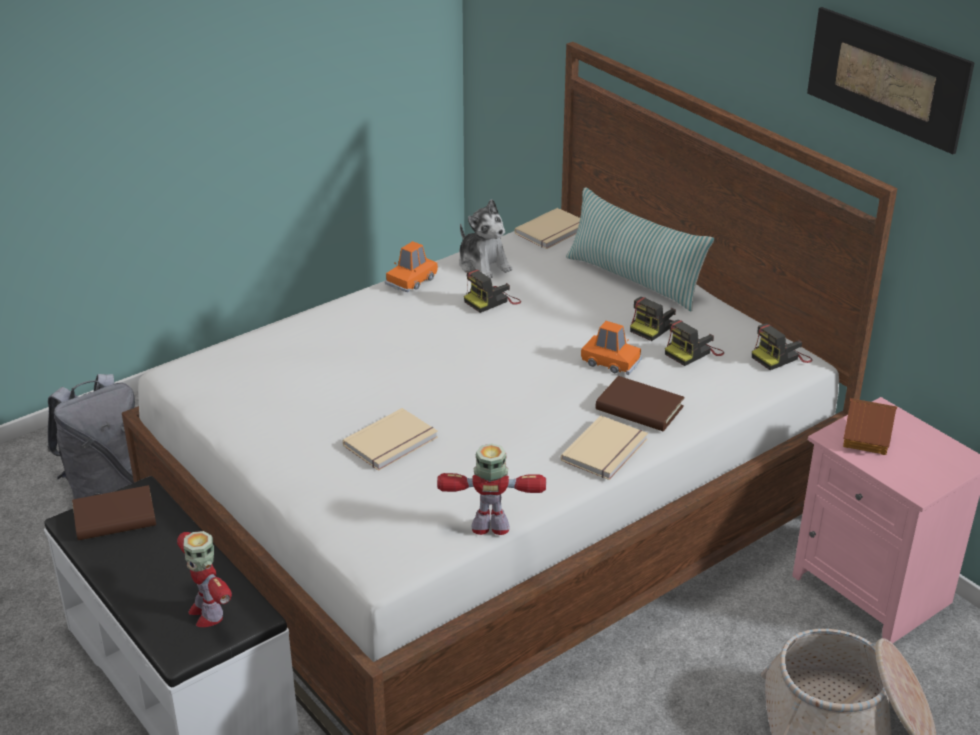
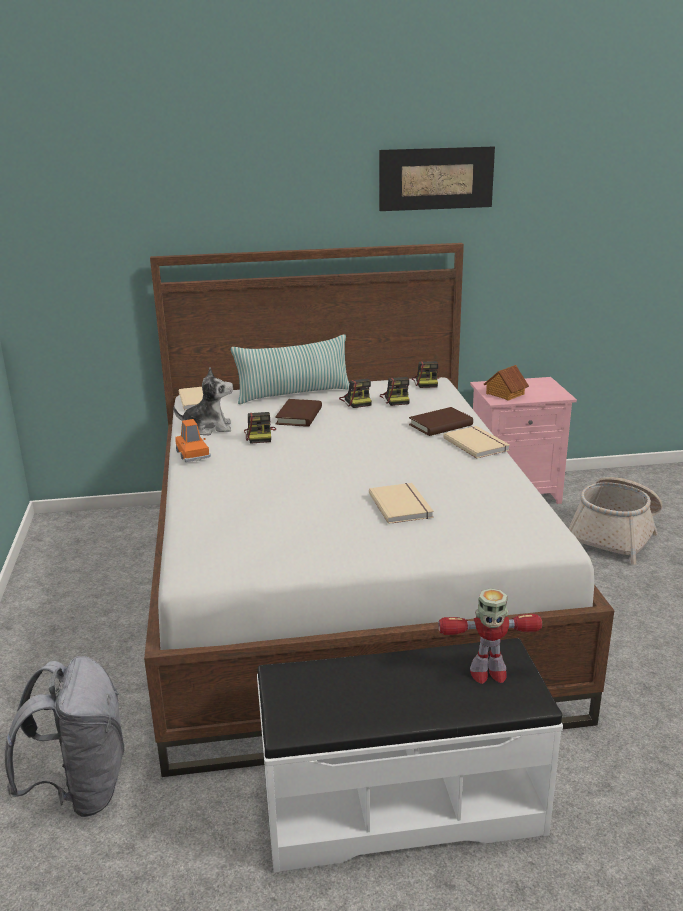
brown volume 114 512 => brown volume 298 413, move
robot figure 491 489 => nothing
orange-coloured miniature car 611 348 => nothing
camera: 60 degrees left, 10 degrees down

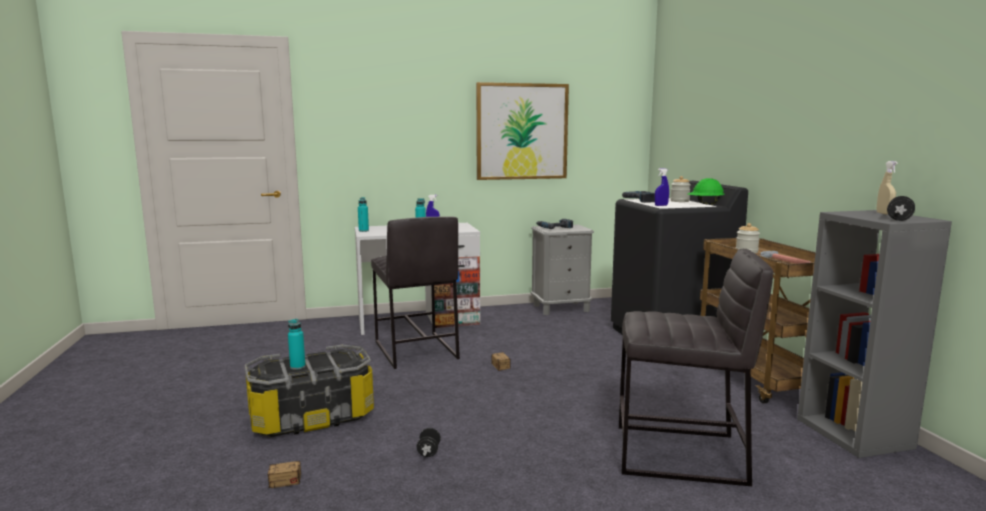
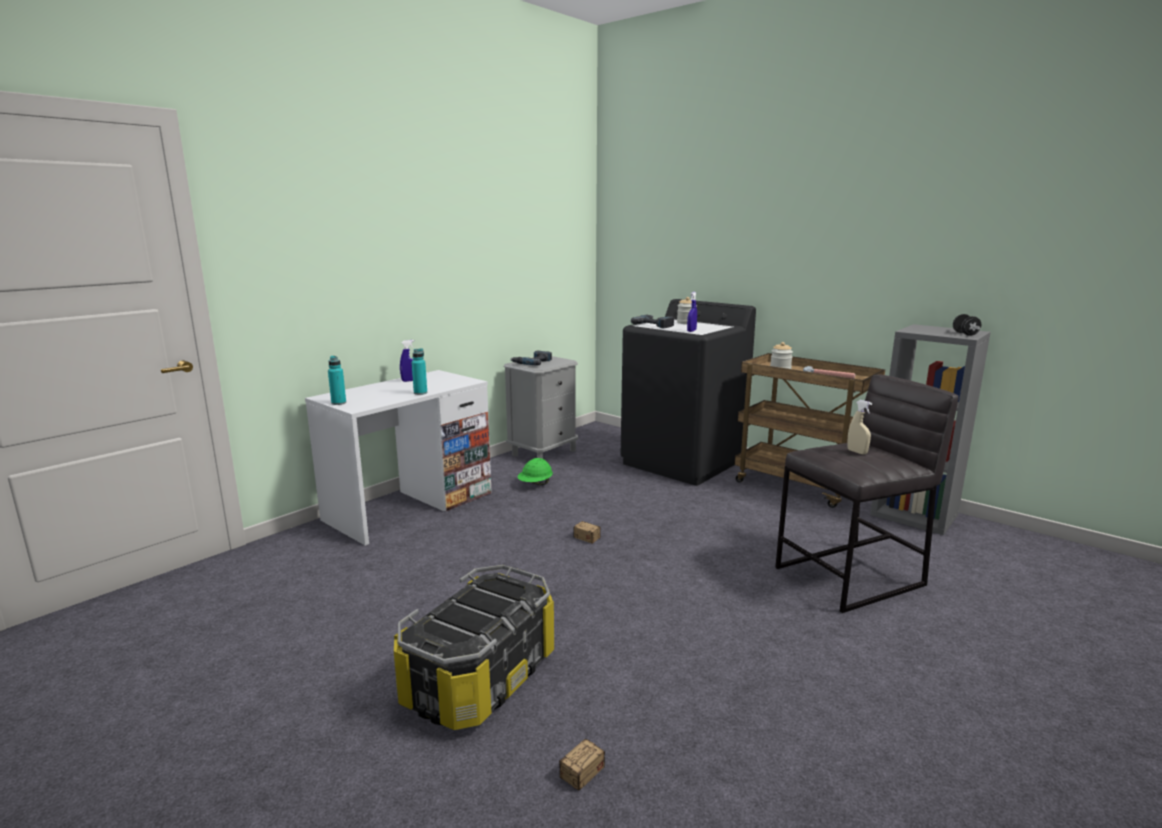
turquoise-coloured drink bottle 297 344 => nothing
grey stool seat 415 292 => nothing
black-coloured dumbbell 428 442 => nothing
wall art 522 131 => nothing
green work helmet 706 191 => green work helmet 535 471, move
beige-coloured hand sprayer 887 188 => beige-coloured hand sprayer 859 427, move
camera: 35 degrees left, 5 degrees up

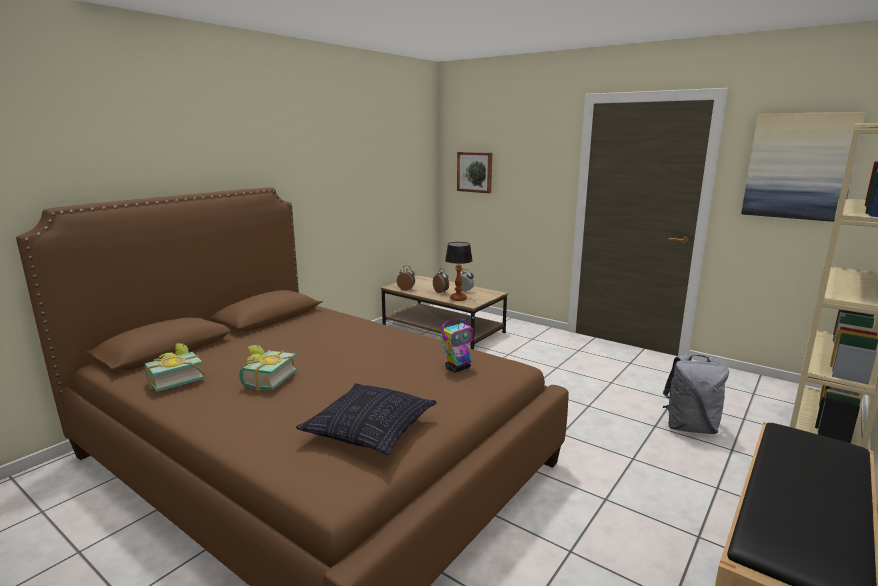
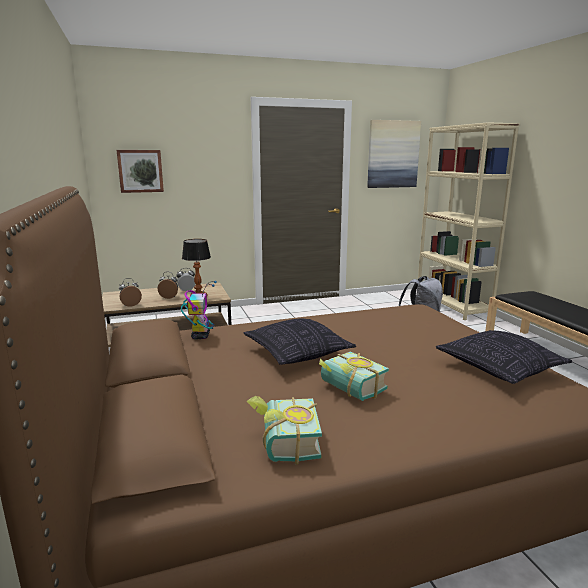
robot figure 457 344 => robot figure 199 310, move
nothing => pillow 300 342
camera: 55 degrees left, 0 degrees up

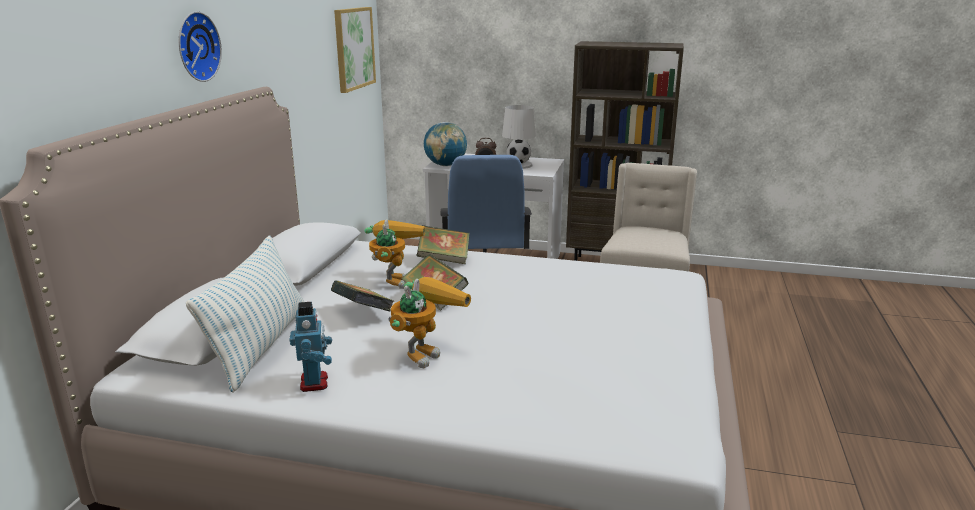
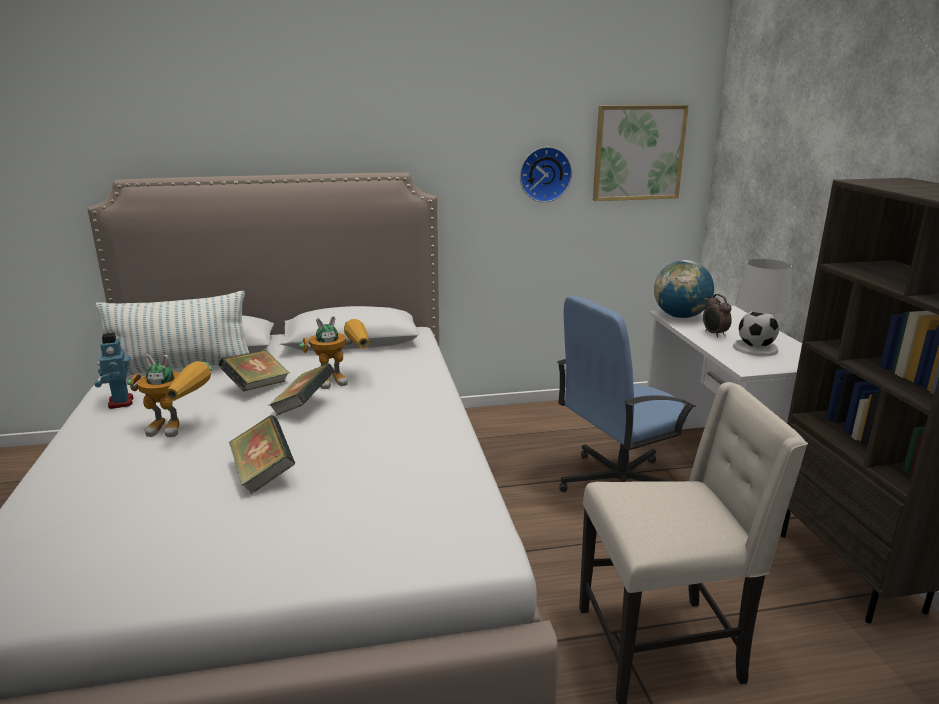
hanging clock 200 46 => hanging clock 546 174, move
robot figure 310 347 => robot figure 114 371, 105 degrees clockwise
volume 443 244 => volume 262 454, move
camera: 65 degrees right, 0 degrees up

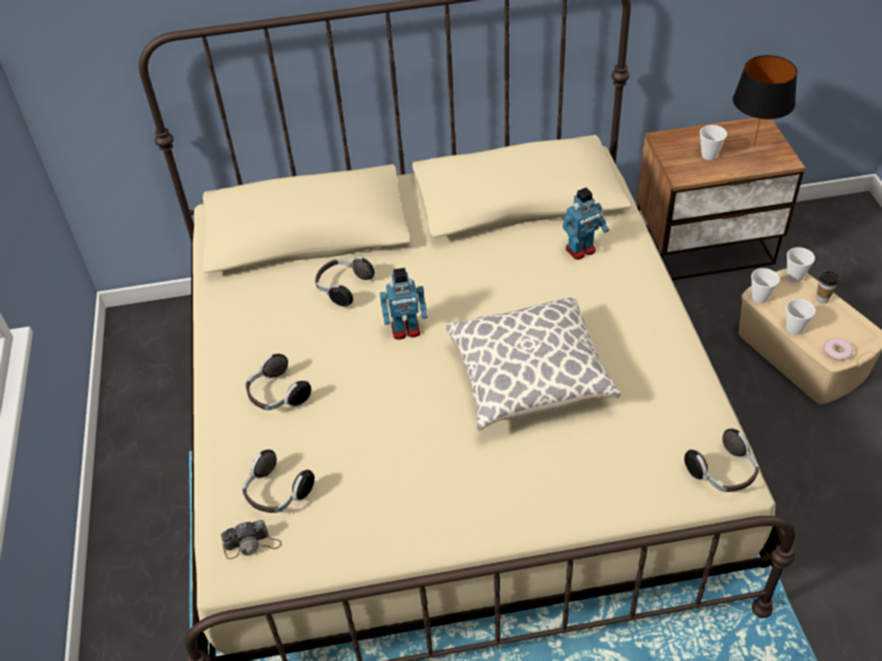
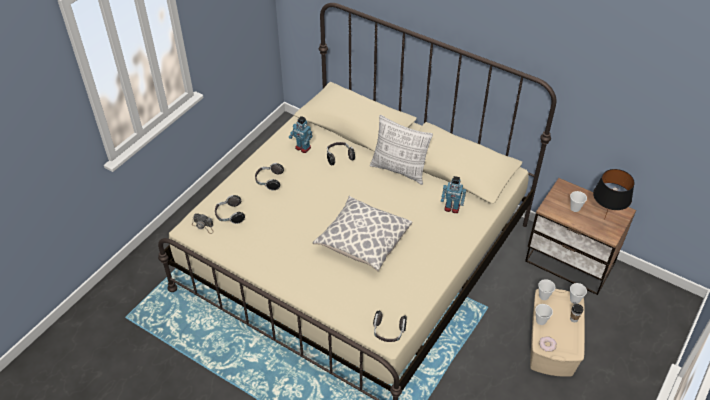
robot figure 404 304 => robot figure 300 134, move
nothing => pillow 401 150
camera: 40 degrees right, 0 degrees up

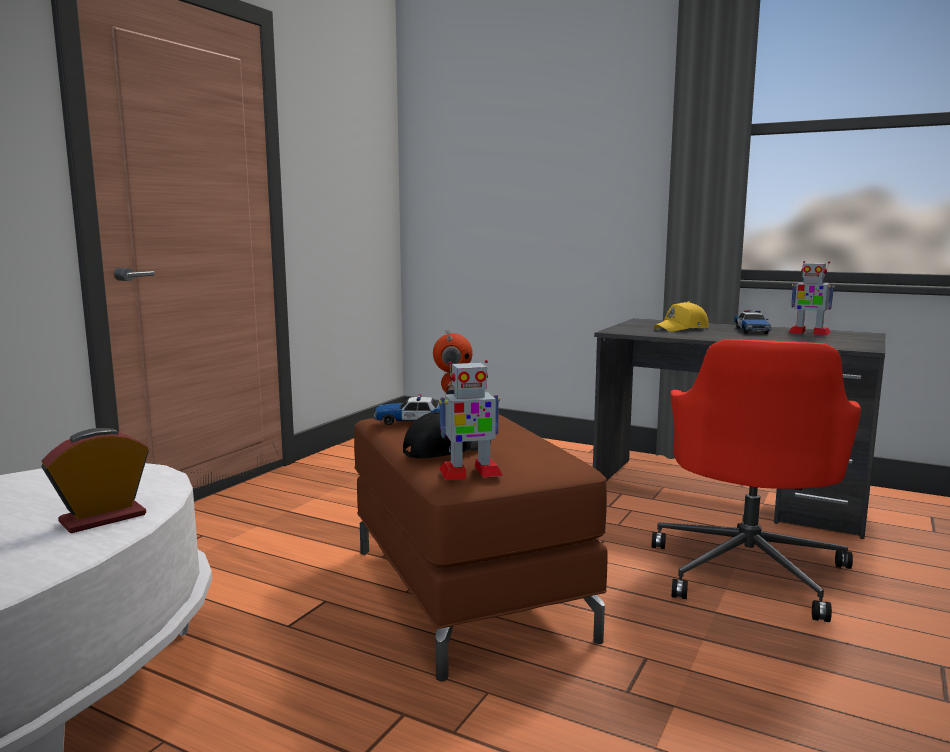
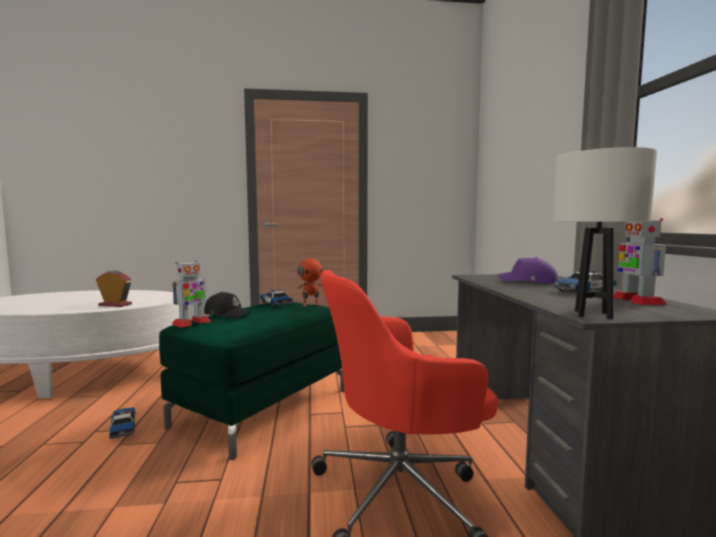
brown ottoman 481 547 => green ottoman 251 381
robot figure 471 420 => robot figure 191 294, 90 degrees counterclockwise
yellow-coloured cap 681 316 => purplish cap 528 270
nothing => miniature car 122 423
nothing => whitish tabletop lamp 605 233
camera: 55 degrees right, 5 degrees down

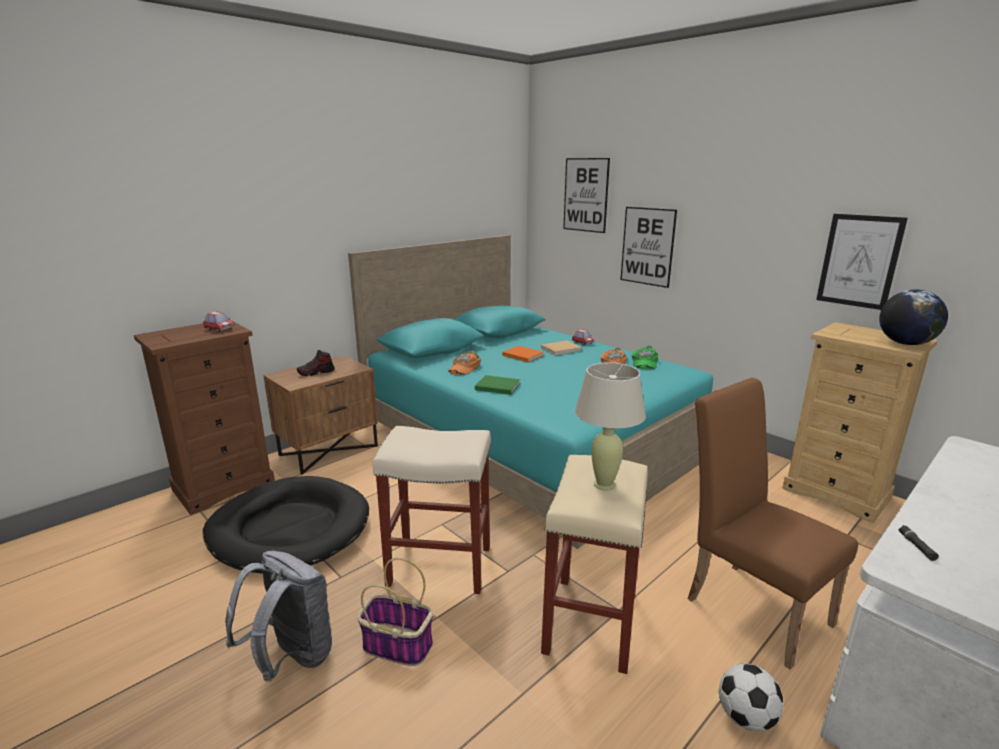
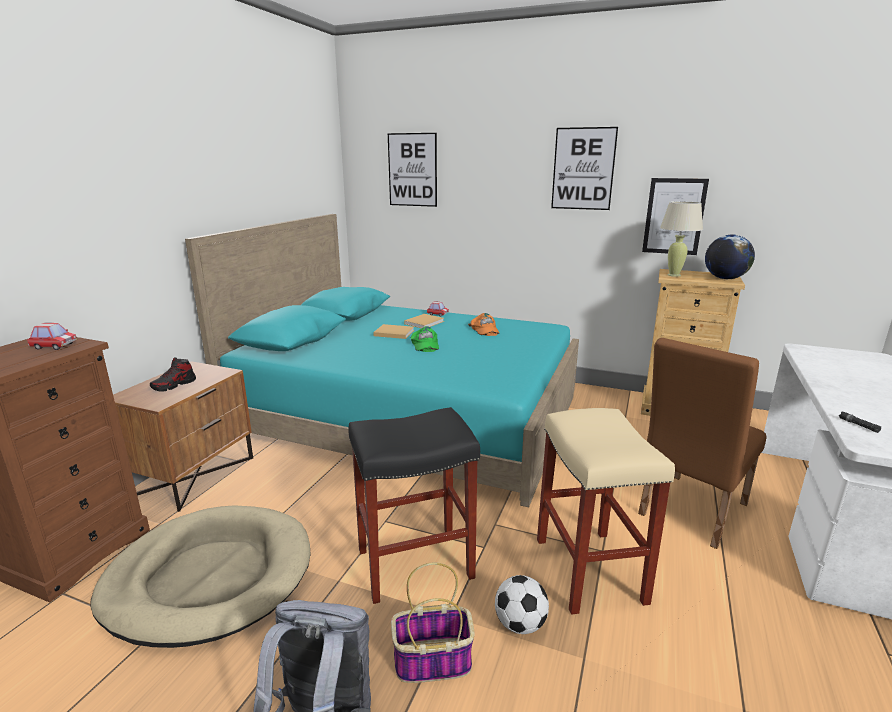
black-coloured dog bed 286 525 => beige-coloured dog bed 201 576
beige-coloured stool seat 432 510 => black-coloured stool seat 414 505
orange-coloured cap 464 363 => nothing
green volume 497 385 => nothing
orange-coloured volume 523 354 => beige-coloured volume 393 331
beige-coloured tabletop lamp 610 426 => beige-coloured tabletop lamp 681 239, move
wall art 648 247 => wall art 584 168, move
green cap 645 357 => green cap 424 339, move
brown plain chair 773 523 => brown plain chair 702 443, 75 degrees counterclockwise
ball for football 751 697 => ball for football 522 604, move
camera: 25 degrees left, 0 degrees up

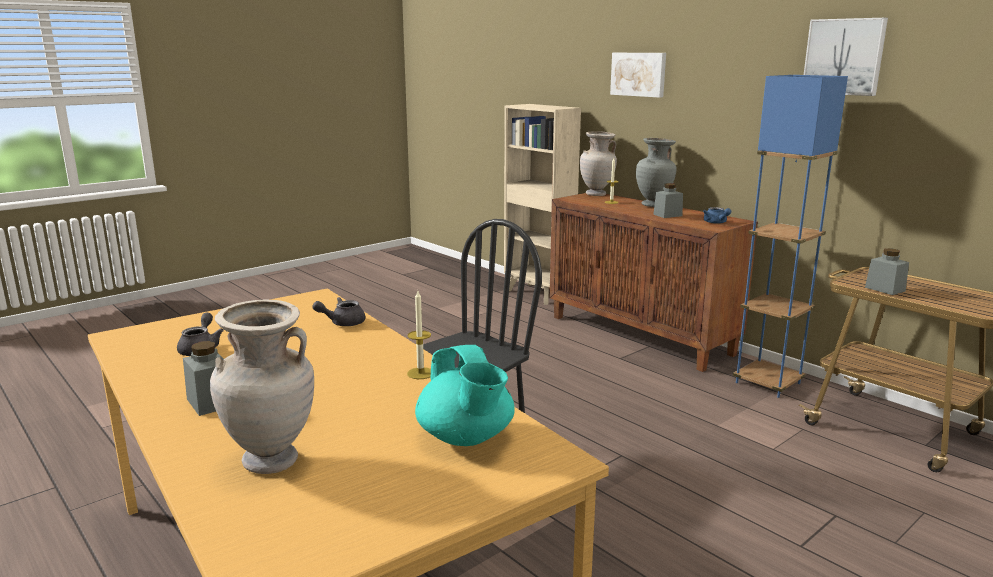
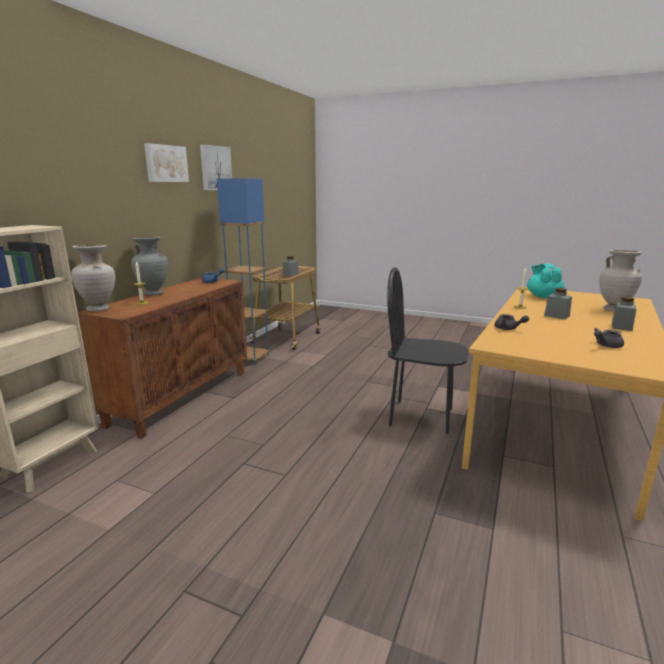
turquoise-coloured pot for tea 465 395 => turquoise-coloured pot for tea 545 280, 45 degrees counterclockwise
wall art 638 75 => wall art 166 162, move
grey jar 668 200 => grey jar 558 304, move
camera: 115 degrees left, 0 degrees up

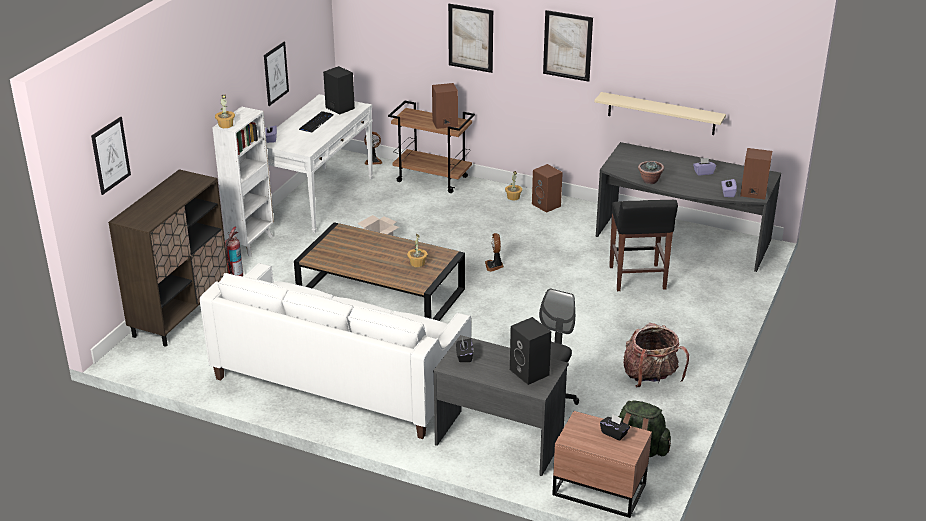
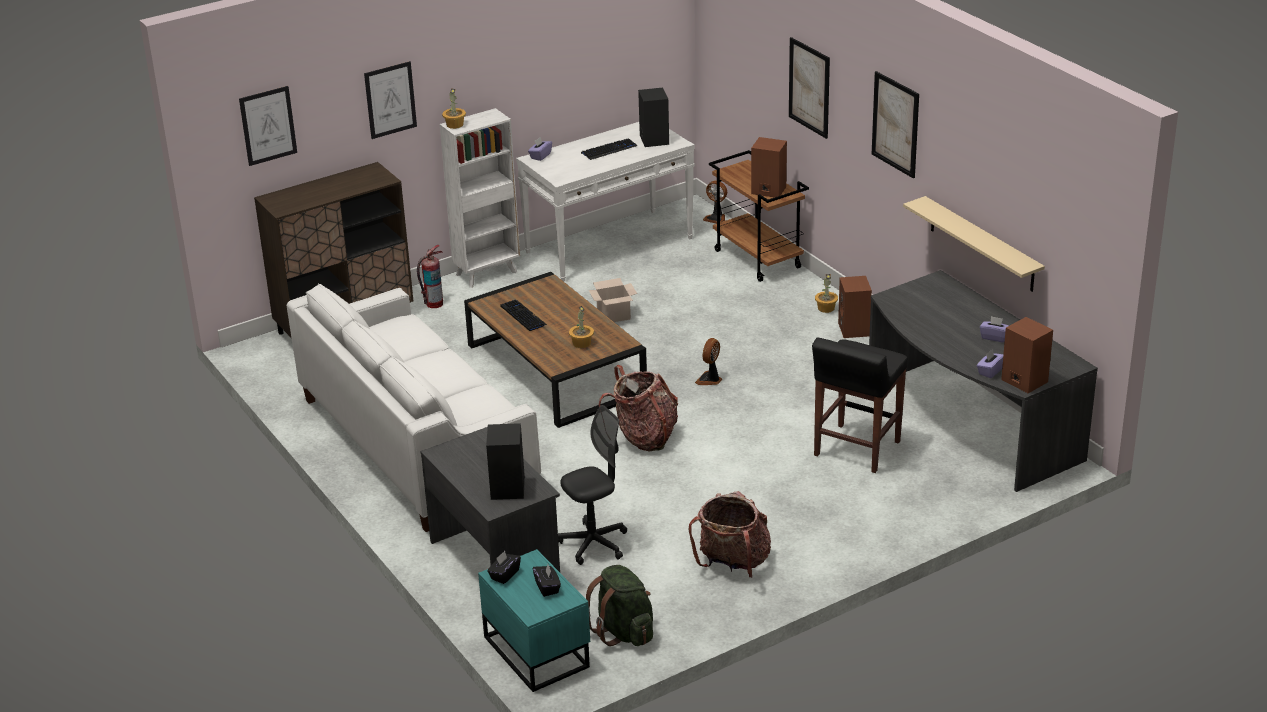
wall art 276 73 => wall art 390 100, move
black-coloured tissue holder 464 350 => black-coloured tissue holder 504 567, move
brown night table 602 464 => turquoise-coloured night table 534 620
plant in a pot 651 172 => nothing
nothing => keyboard 523 315
nothing => rucksack 638 408
camera: 35 degrees right, 0 degrees up

